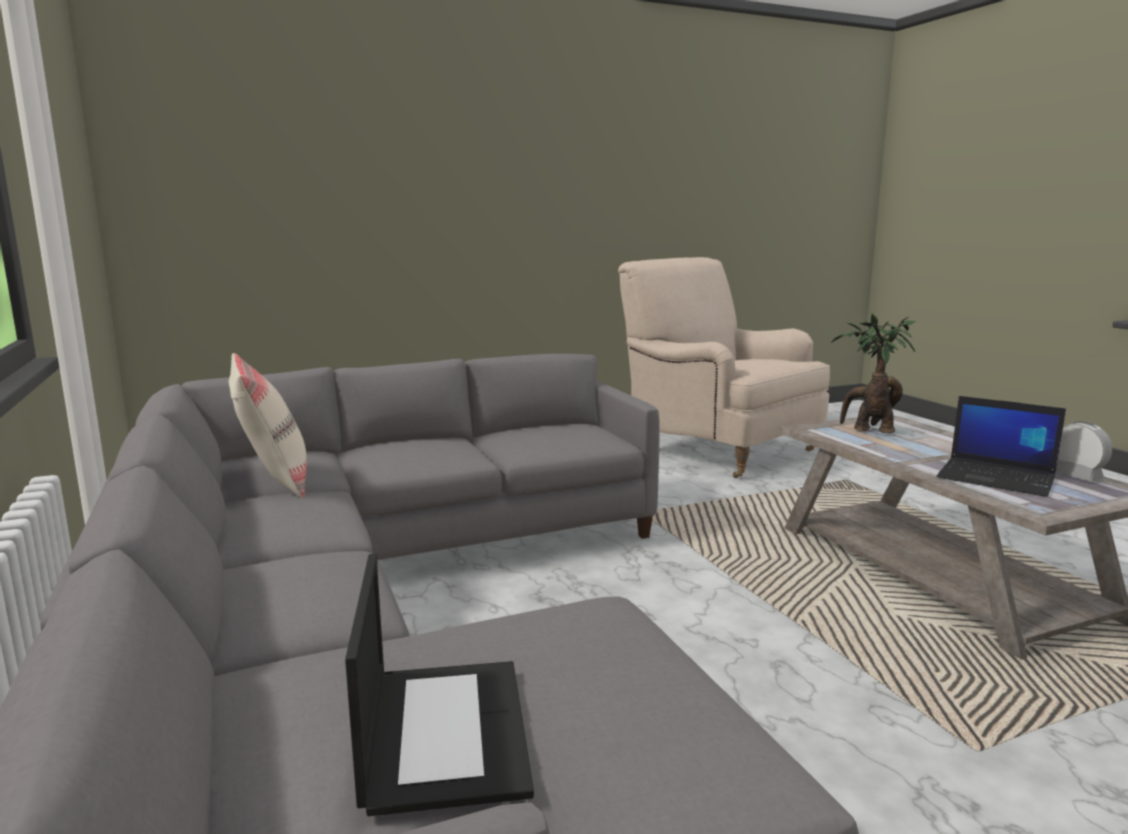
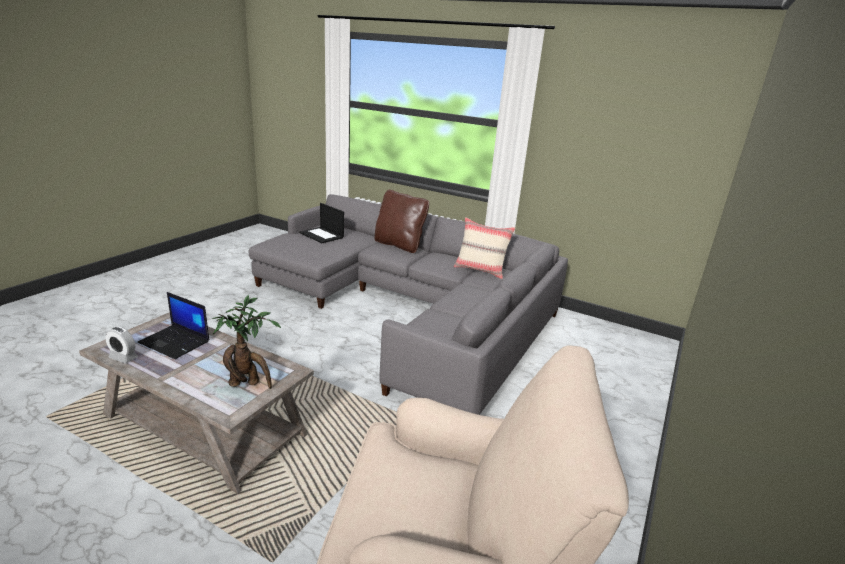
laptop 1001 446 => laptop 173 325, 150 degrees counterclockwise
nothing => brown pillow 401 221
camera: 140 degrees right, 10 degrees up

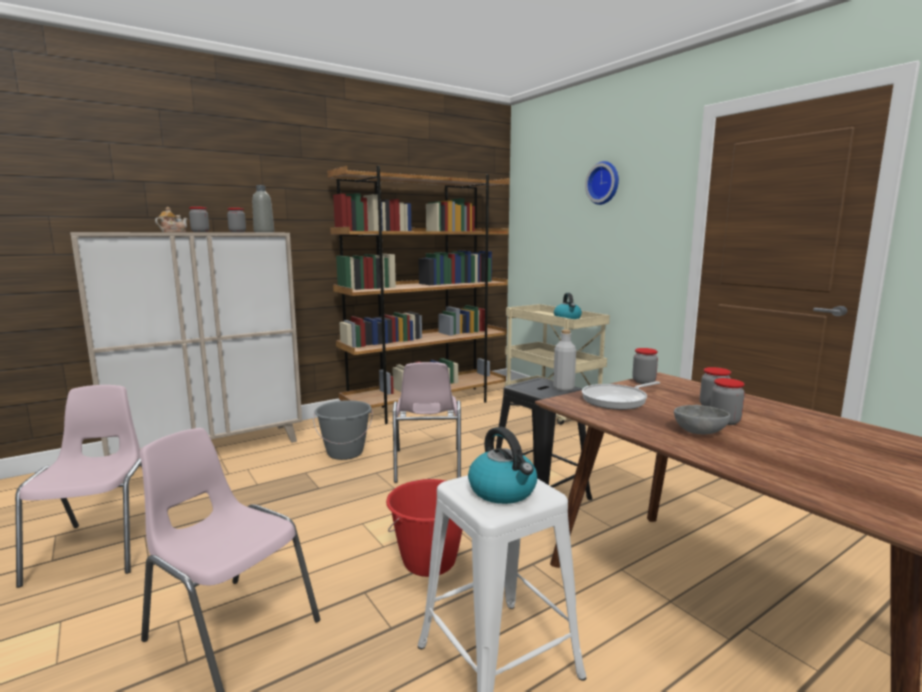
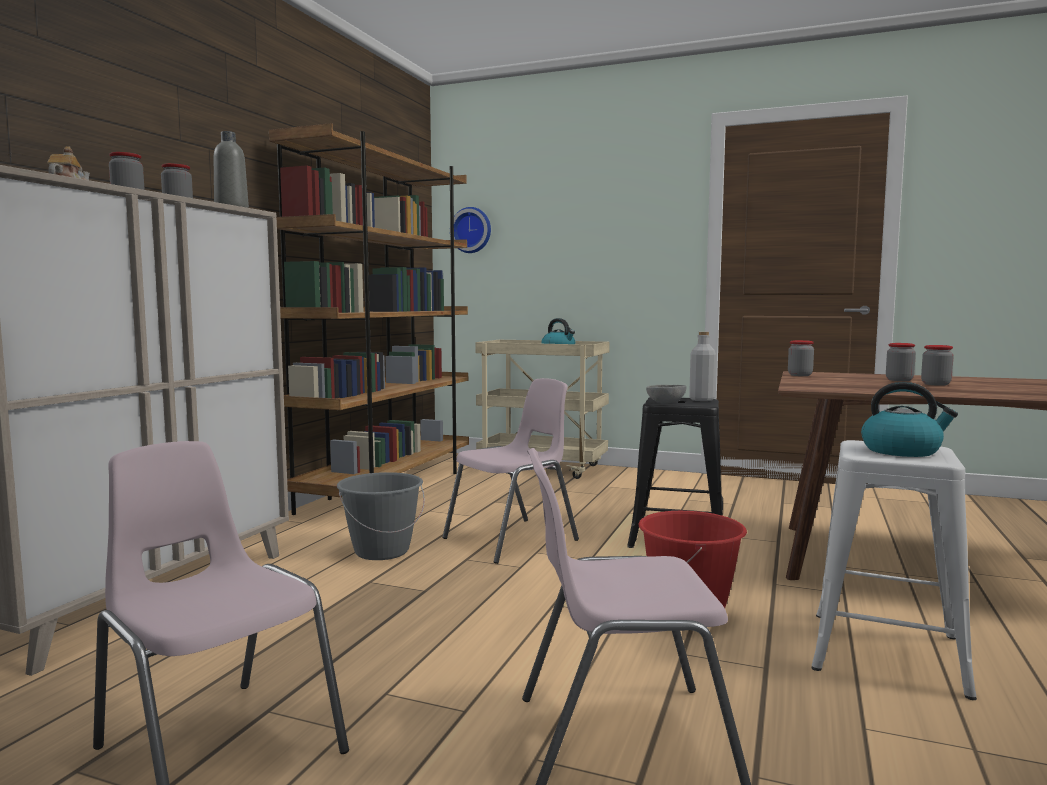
pinkish plain chair 427 422 => pinkish plain chair 510 471, 90 degrees counterclockwise
frying pan 621 395 => nothing
hanging clock 602 183 => hanging clock 472 230, move
grey deep dish 702 419 => grey deep dish 666 394, move
camera: 35 degrees left, 5 degrees down

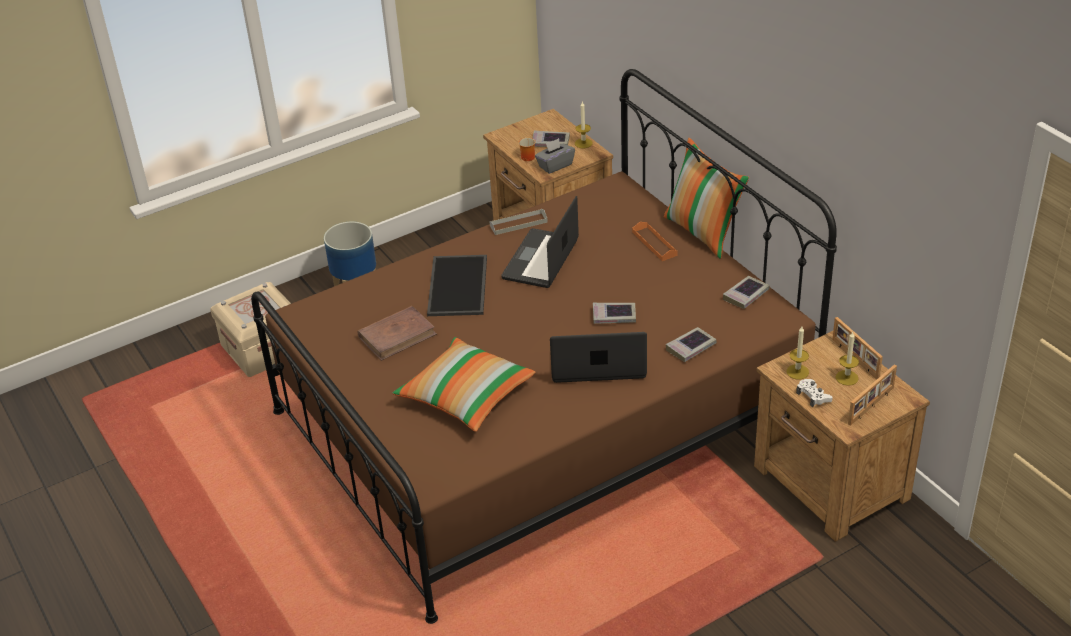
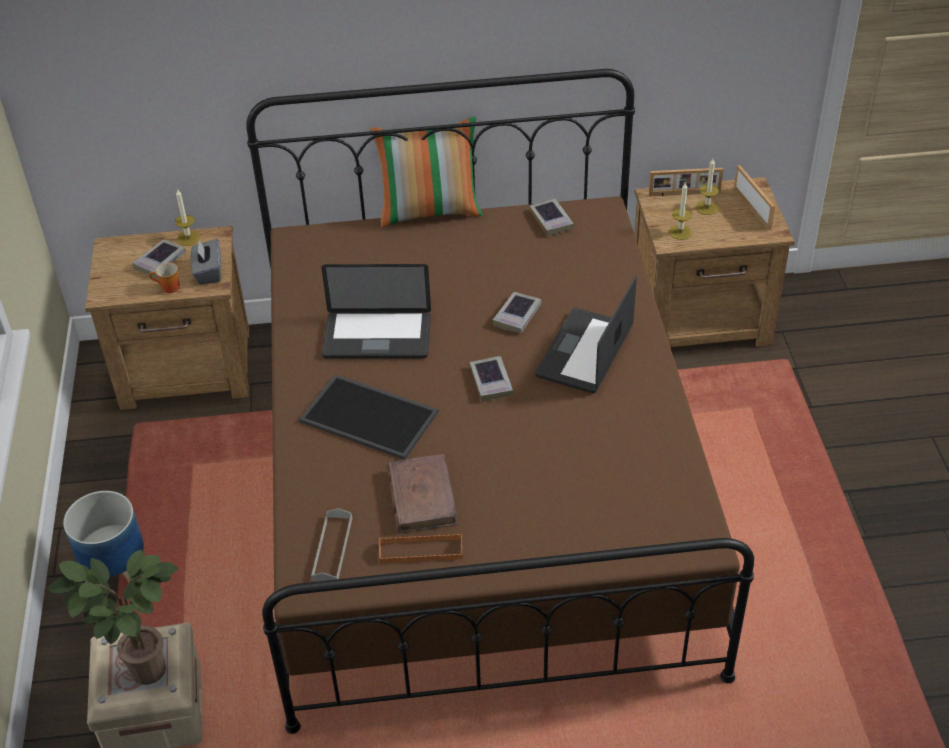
pillow 464 384 => nothing
grey serving tray 518 222 => grey serving tray 331 545, move
laptop 540 242 => laptop 376 311, 45 degrees counterclockwise
orange-coloured serving tray 655 241 => orange-coloured serving tray 421 549, move
volume 691 344 => volume 491 379, move
whitish joypad 814 393 => nothing
nothing => plant in a pot 113 617
camera: 65 degrees left, 5 degrees up

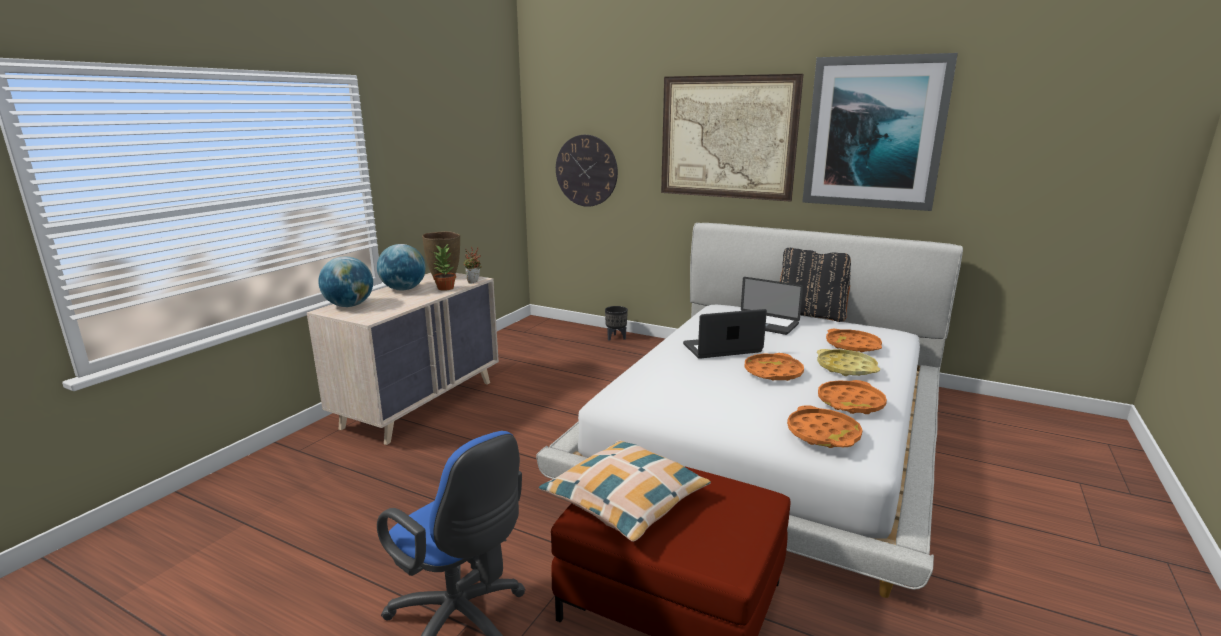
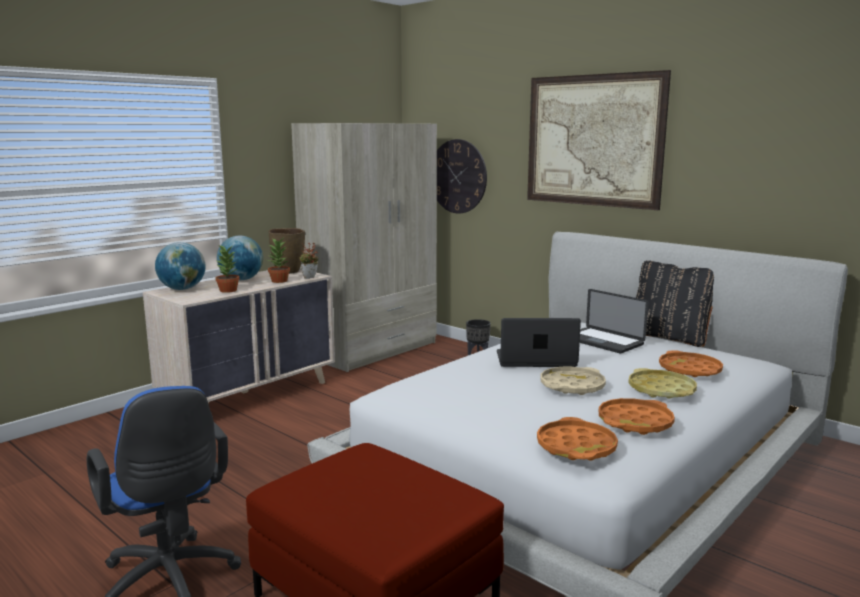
pillow 625 491 => nothing
orange-coloured serving tray 774 367 => beige-coloured serving tray 573 381
wall art 880 132 => nothing
nothing => plant in a pot 228 269
nothing => beige-coloured armoire 364 247
camera: 15 degrees right, 5 degrees down

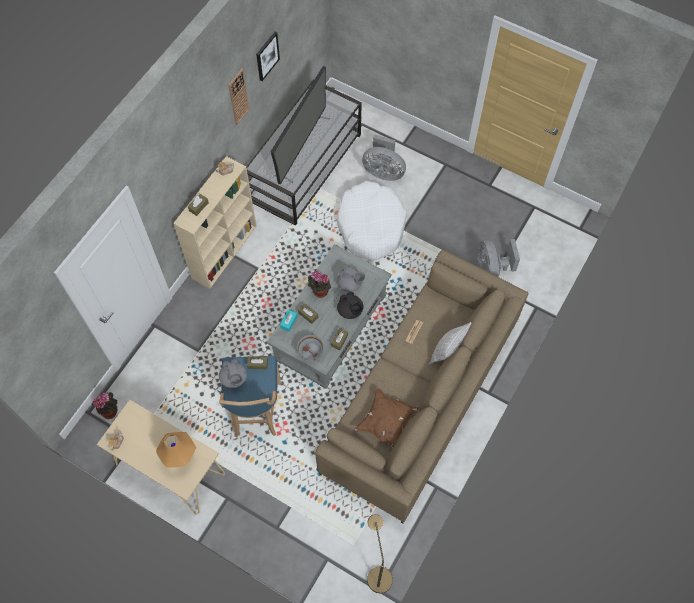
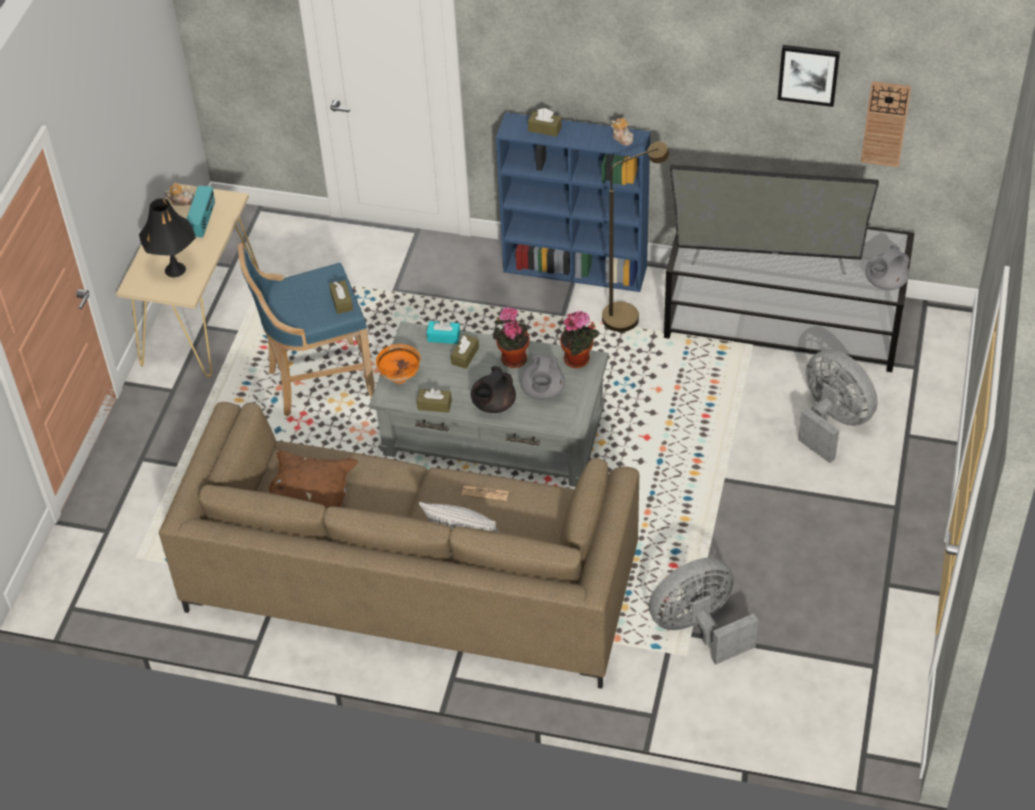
plant in a pot 105 405 => plant in a pot 579 339, move
orange-coloured tabletop lamp 176 449 => black-coloured tabletop lamp 167 238
beige-coloured shelving unit 215 222 => blue shelving unit 573 202
grey pot for tea 233 373 => grey pot for tea 887 267, move
hanging clock 239 97 => hanging clock 886 124, move
grey deep dish 310 348 => orange-coloured deep dish 398 364
whitish dog bed 372 221 => nothing
grey cooling fan 384 157 => grey cooling fan 838 406, 135 degrees clockwise
brown standard lamp 380 553 => brown standard lamp 635 237, move
nothing => radio 200 212
camera: 75 degrees right, 15 degrees down

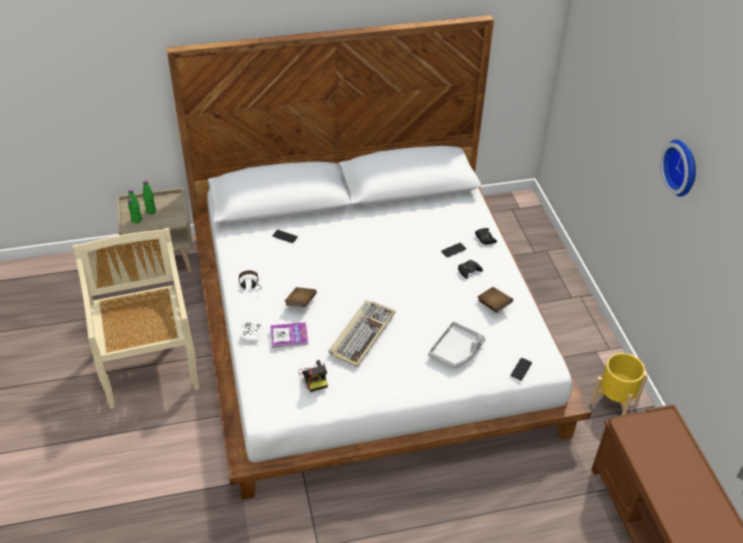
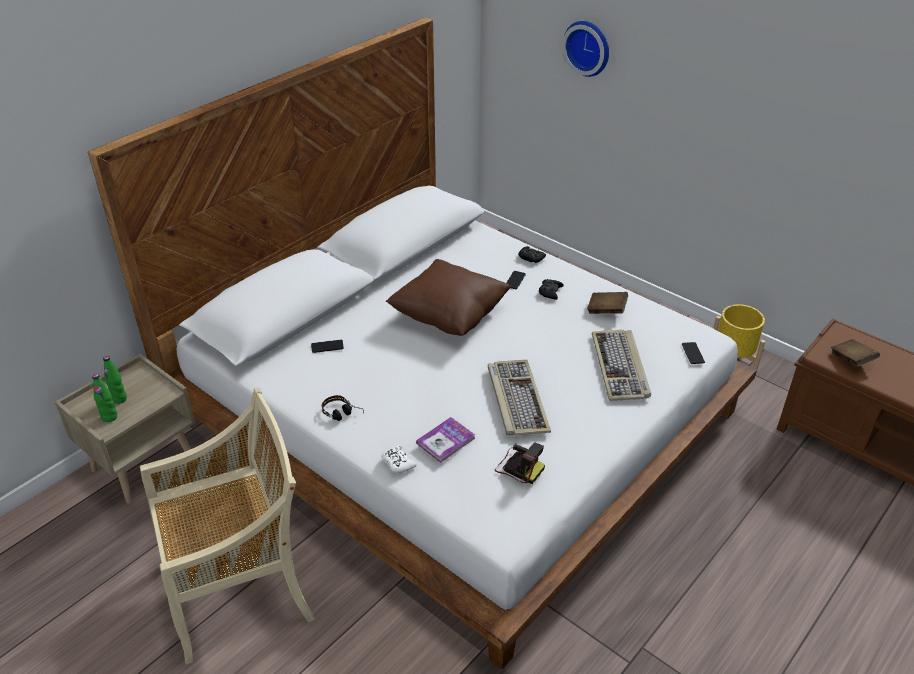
beige-coloured plain chair 136 318 => beige-coloured plain chair 227 525, 120 degrees clockwise
brown volume 301 297 => brown volume 855 353, move
grey serving tray 457 345 => keyboard 621 365
hanging clock 678 168 => hanging clock 585 49, move
nothing => brown pillow 448 297
camera: 35 degrees left, 5 degrees down

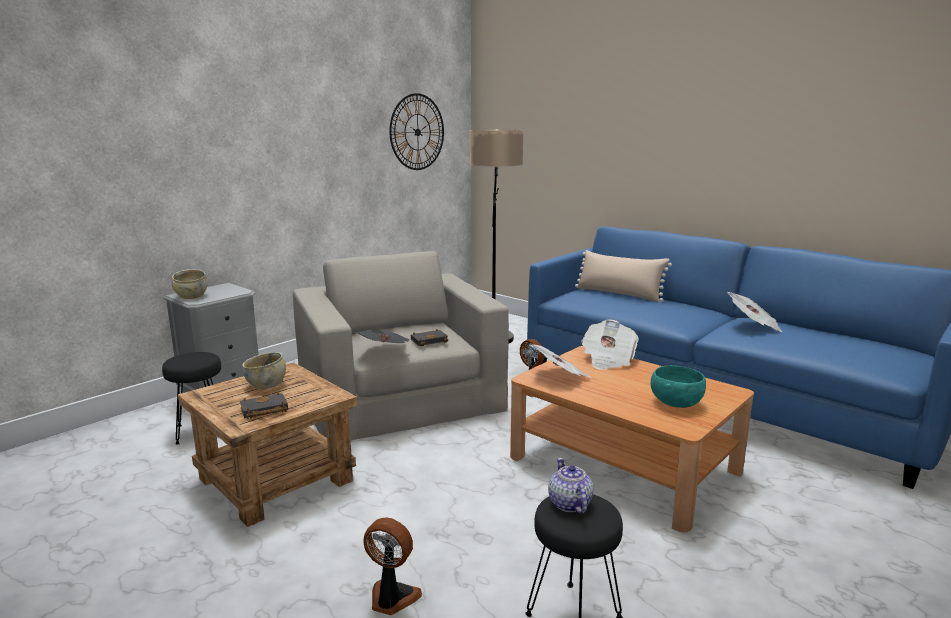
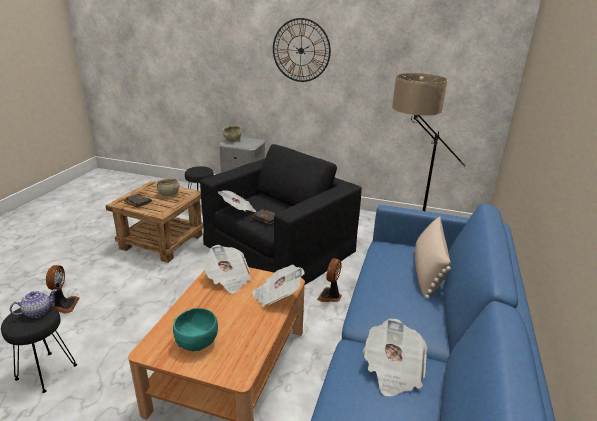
beige-coloured armchair 401 346 => black-coloured armchair 281 214
hanging clock 416 131 => hanging clock 302 50, move
camera: 65 degrees right, 10 degrees up

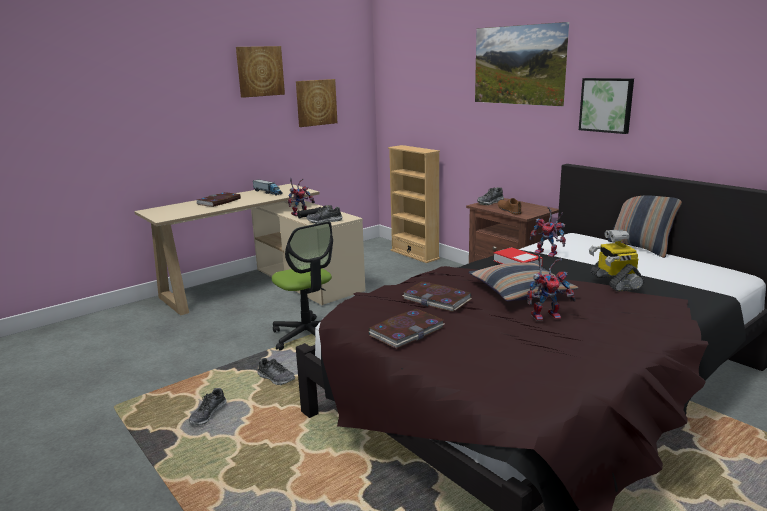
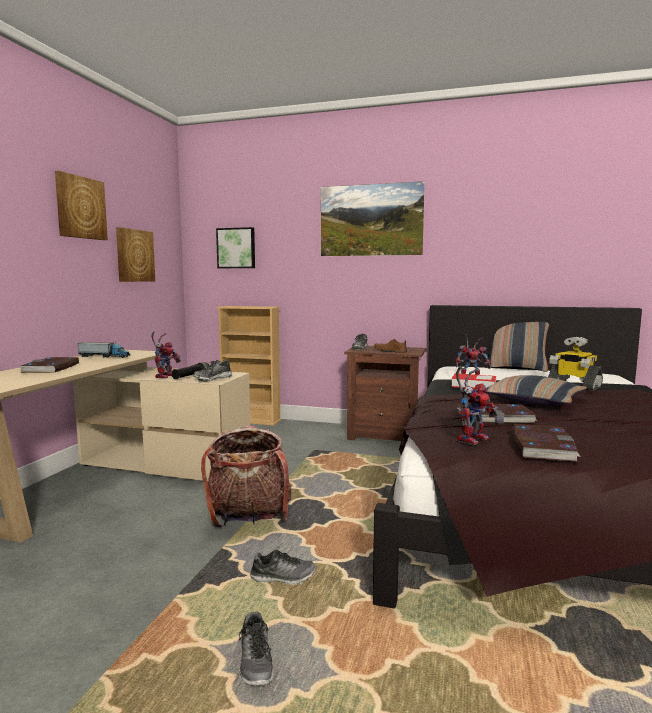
desk chair 302 286 => rucksack 246 476
robot figure 551 288 => robot figure 477 405, move
wall art 606 106 => wall art 235 247, move
camera: 35 degrees left, 10 degrees down

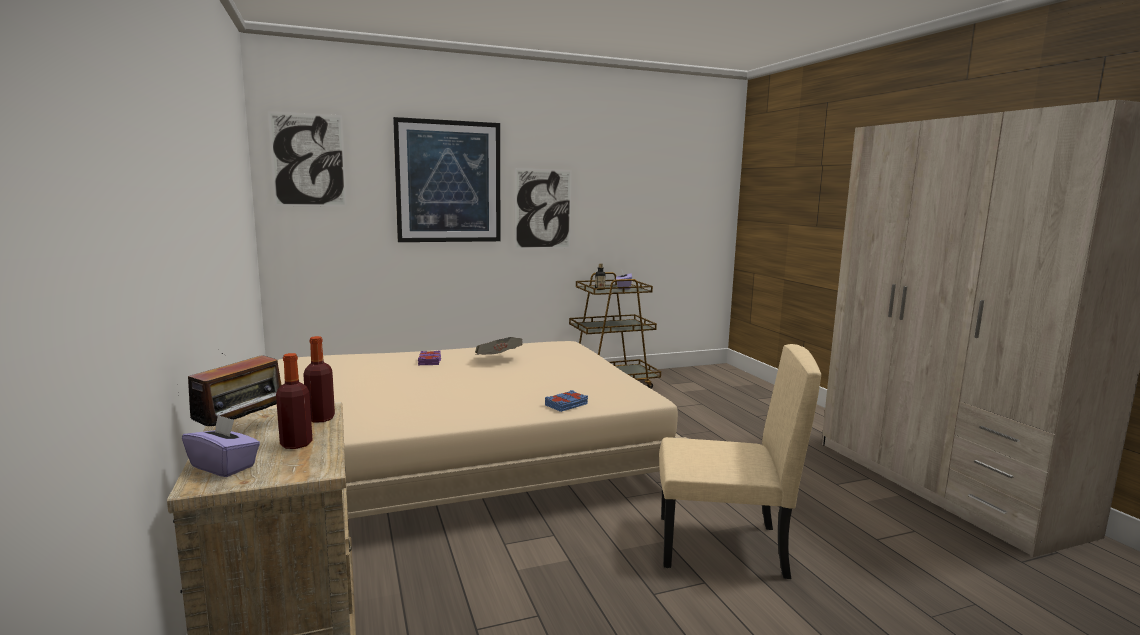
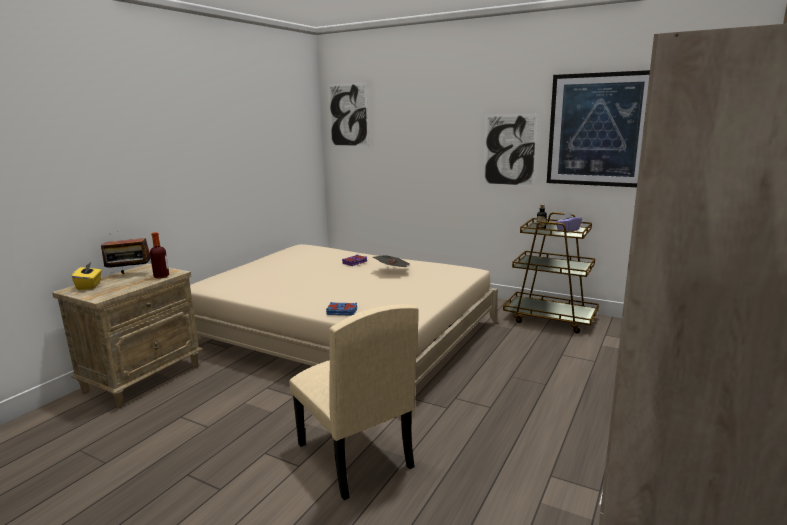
purplish tissue holder 221 445 => yellow-coloured tissue holder 87 276
drink bottle 294 401 => nothing
wall art 446 179 => wall art 598 128, move
camera: 50 degrees right, 5 degrees up

